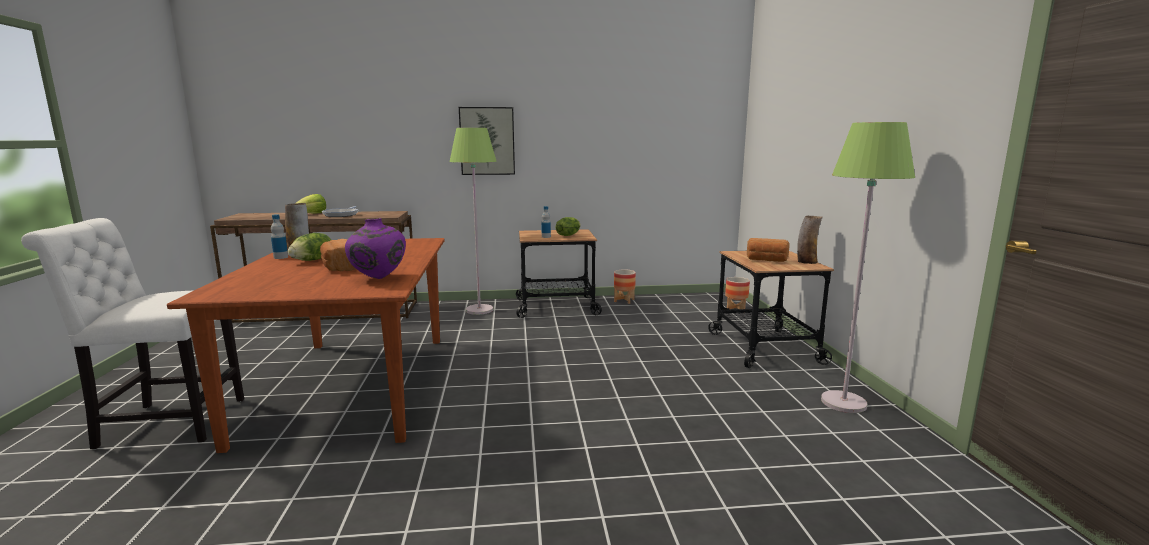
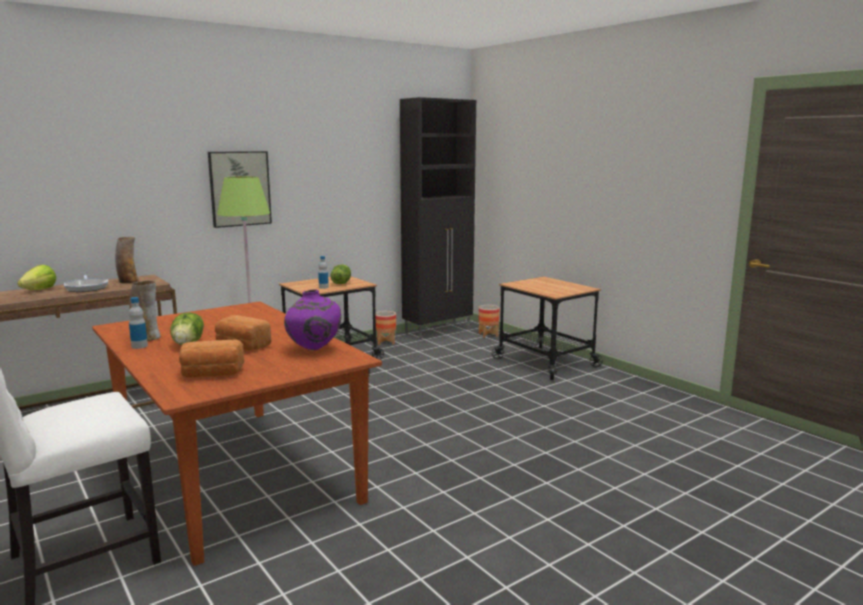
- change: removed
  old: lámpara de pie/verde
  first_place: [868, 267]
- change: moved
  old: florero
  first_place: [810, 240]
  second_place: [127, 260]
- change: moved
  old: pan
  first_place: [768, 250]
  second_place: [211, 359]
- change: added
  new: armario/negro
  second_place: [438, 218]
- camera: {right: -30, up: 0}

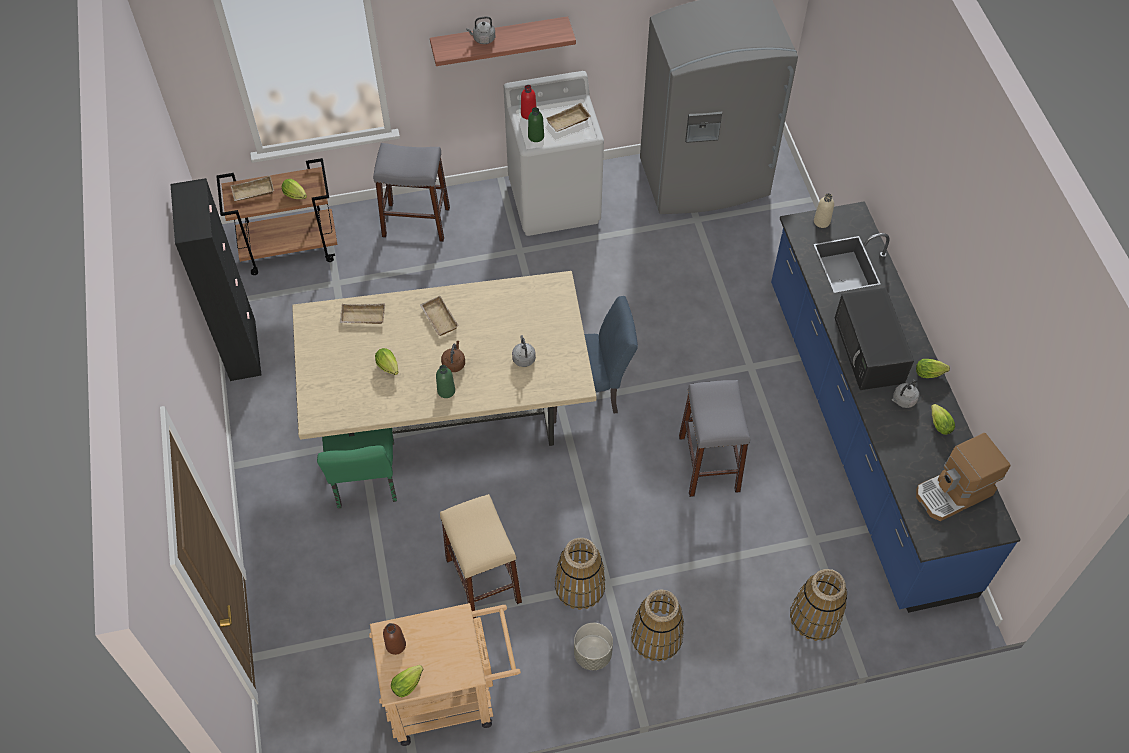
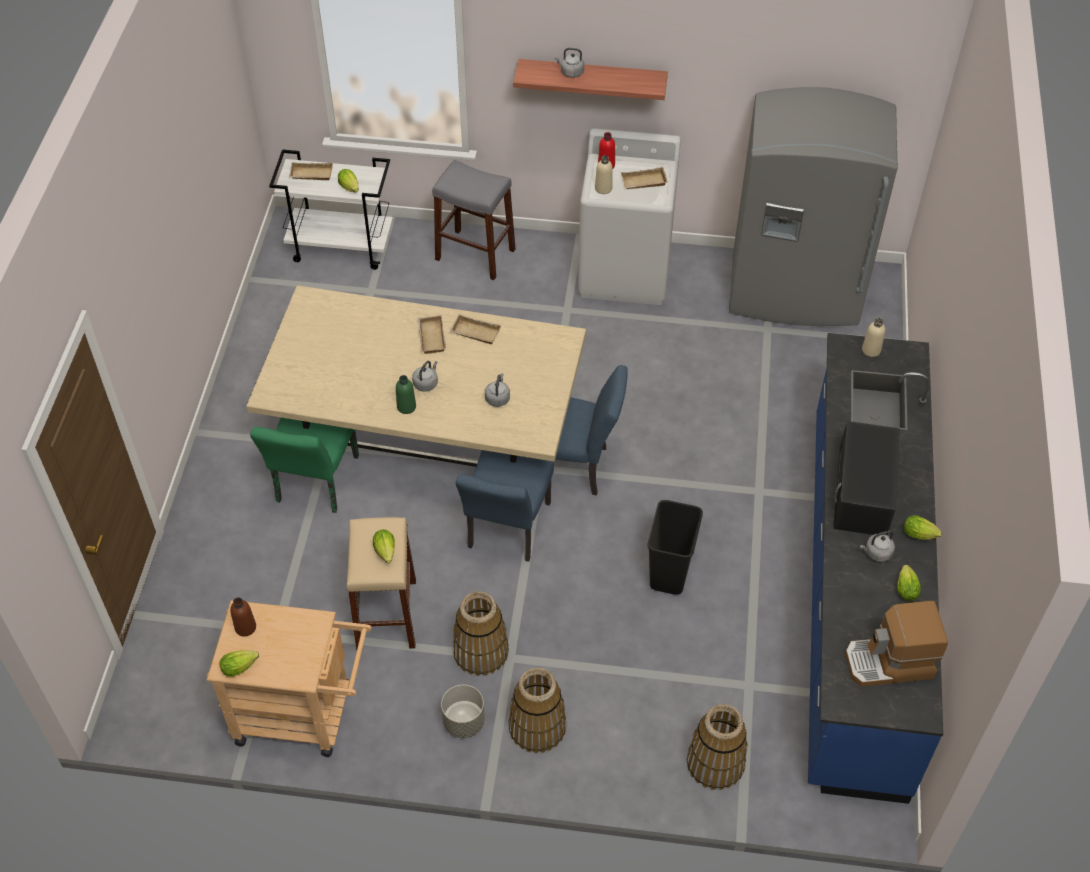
- change: recoloured
  old: botella/verde
  new: botella/beis
  first_place: [536, 124]
  second_place: [604, 174]
- change: recoloured
  old: carrito/marrón
  new: carrito/blanco
  first_place: [277, 216]
  second_place: [331, 209]
- change: removed
  old: armario/negro
  first_place: [216, 279]
- change: moved
  old: bandeja/beis
  first_place: [362, 313]
  second_place: [476, 329]
- change: recoloured
  old: hervidor/marrón
  new: hervidor/gris
  first_place: [453, 356]
  second_place: [425, 376]
- change: moved
  old: lechuga
  first_place: [387, 361]
  second_place: [384, 546]
- change: replaced
  old: taburete/gris
  new: papelera/negro
  first_place: [714, 438]
  second_place: [675, 547]
- change: added
  new: silla/azul
  second_place: [505, 506]
- camera: {right: 20, up: -5}

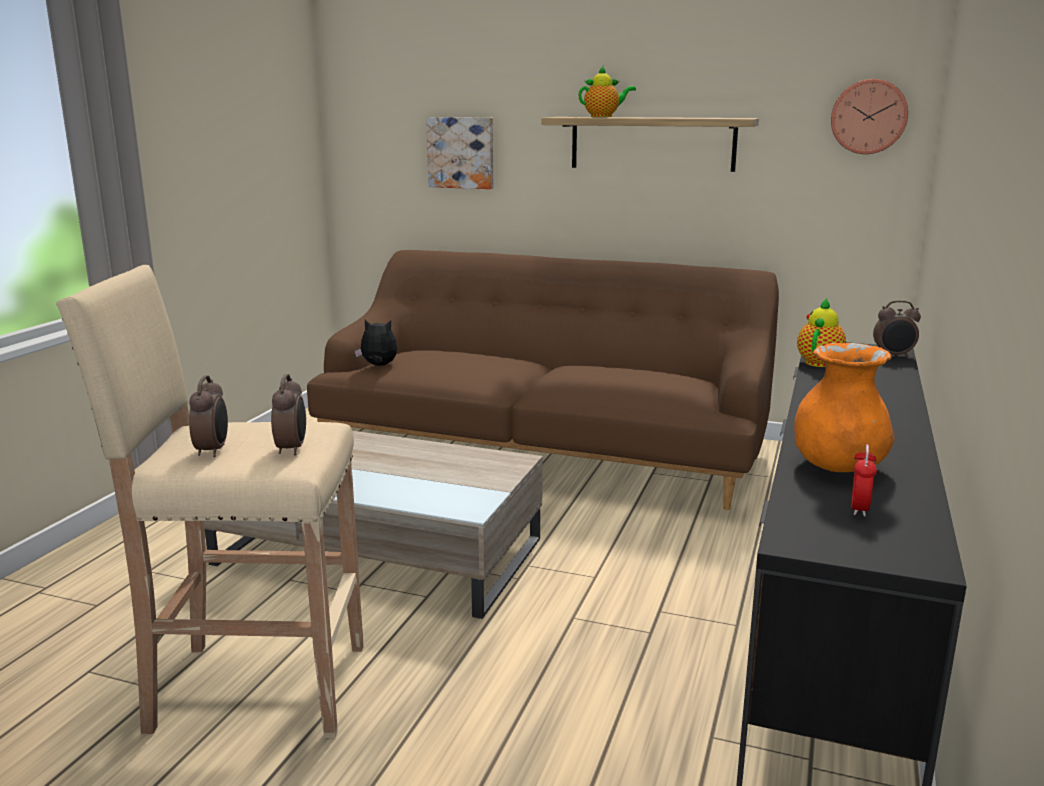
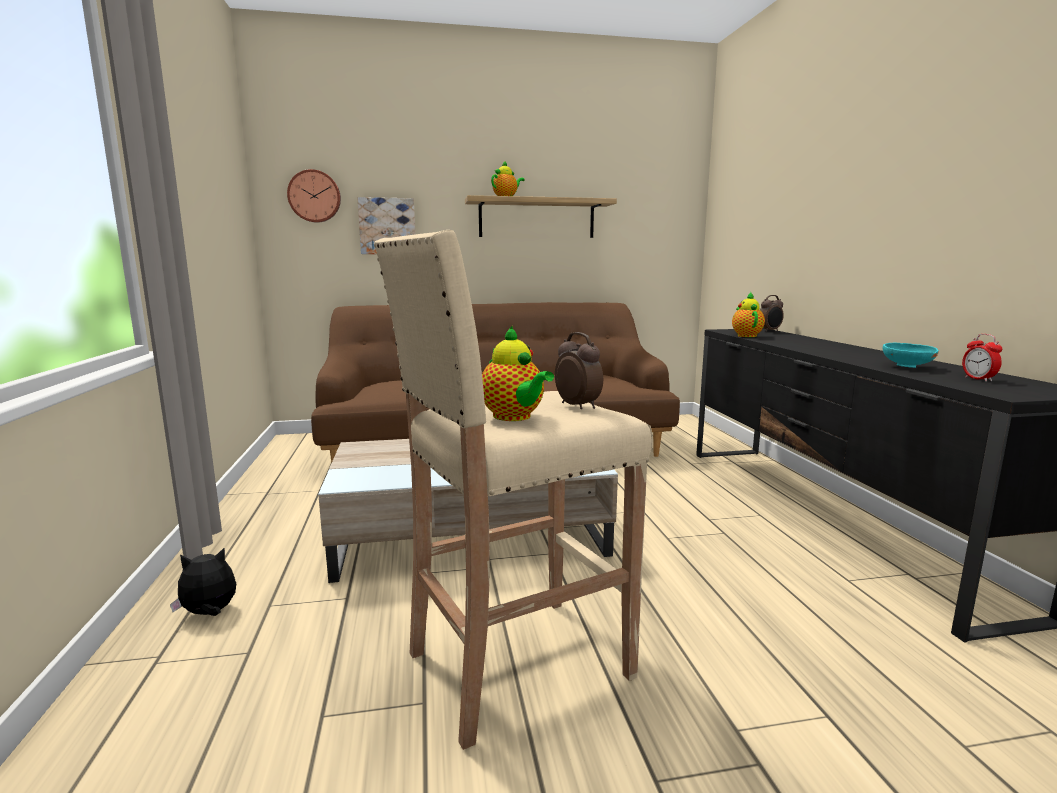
- change: moved
  old: reloj de pared
  first_place: [869, 116]
  second_place: [314, 196]
- change: moved
  old: peluche
  first_place: [376, 342]
  second_place: [203, 582]
- change: replaced
  old: florero/naranja
  new: cuenco/turquesa
  first_place: [844, 407]
  second_place: [910, 355]
- change: replaced
  old: despertador
  new: tetera
  first_place: [208, 416]
  second_place: [518, 373]
- camera: {right: -30, up: -5}

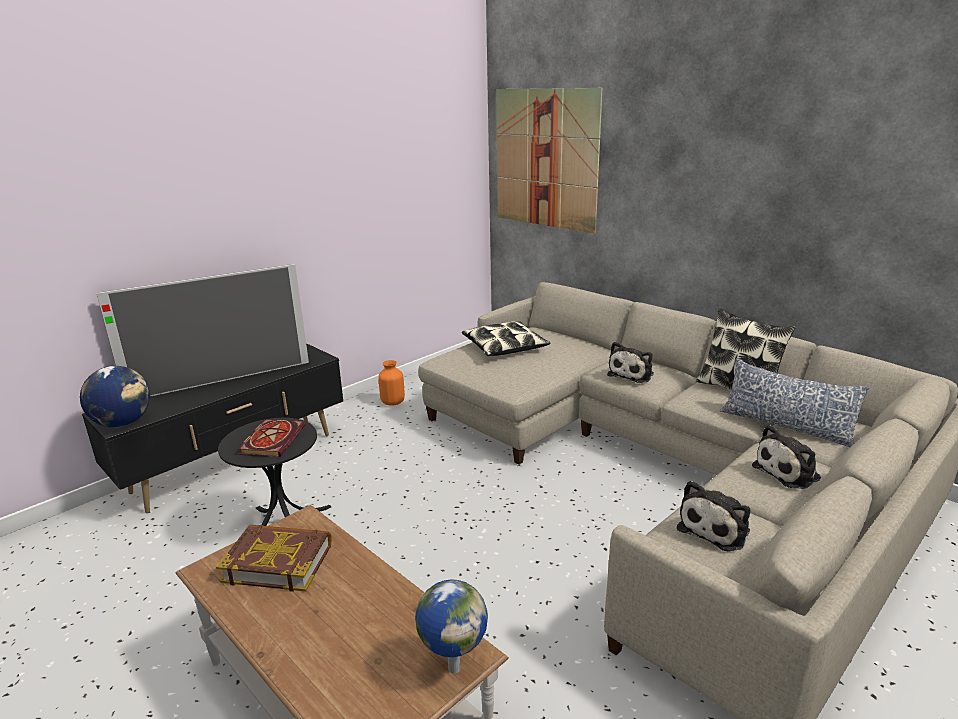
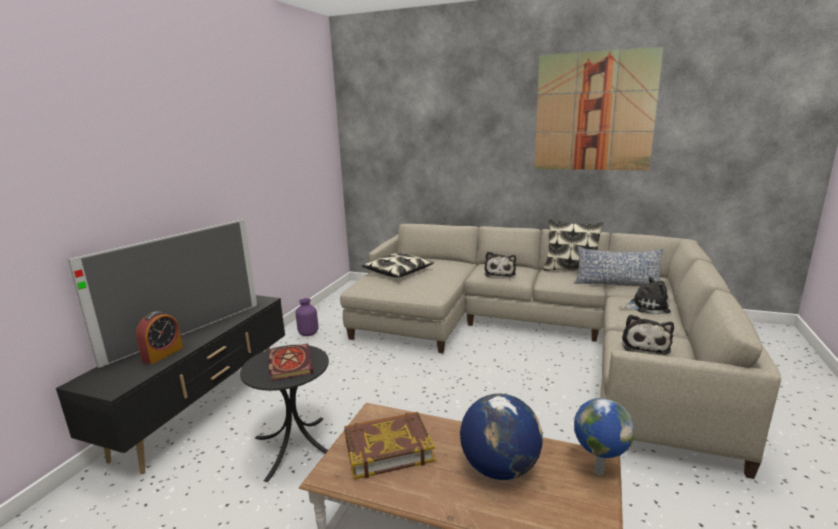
- change: moved
  old: cuadro
  first_place: [549, 161]
  second_place: [599, 108]
- change: recoloured
  old: florero/naranja
  new: florero/morado
  first_place: [391, 383]
  second_place: [307, 317]
- change: moved
  old: globo terráqueo
  first_place: [115, 396]
  second_place: [501, 437]
- change: turned
  old: peluche
  first_place: [786, 457]
  second_place: [645, 295]
  degrees: -120
- change: added
  new: despertador
  second_place: [159, 337]
- camera: {right: -25, up: -5}

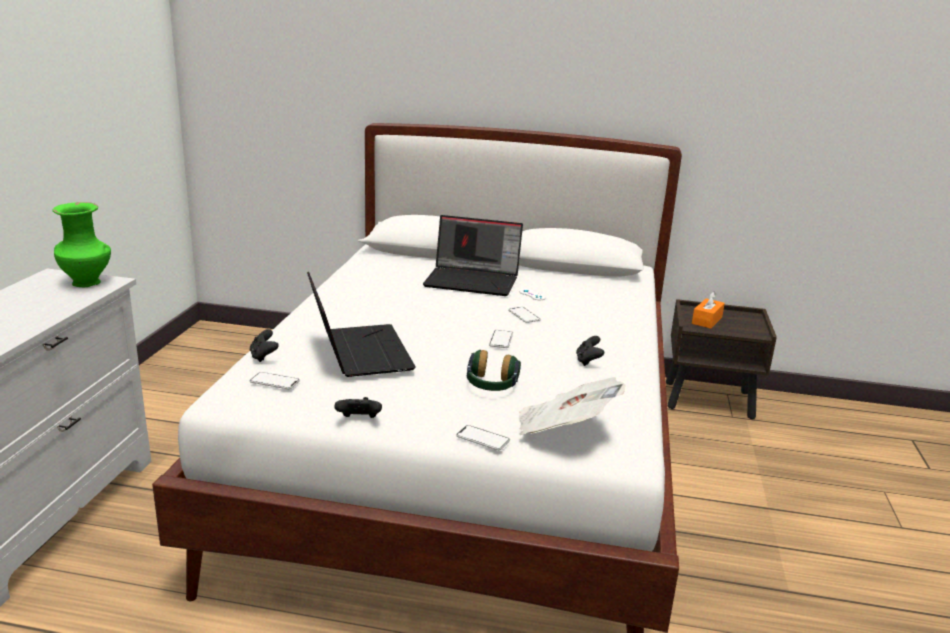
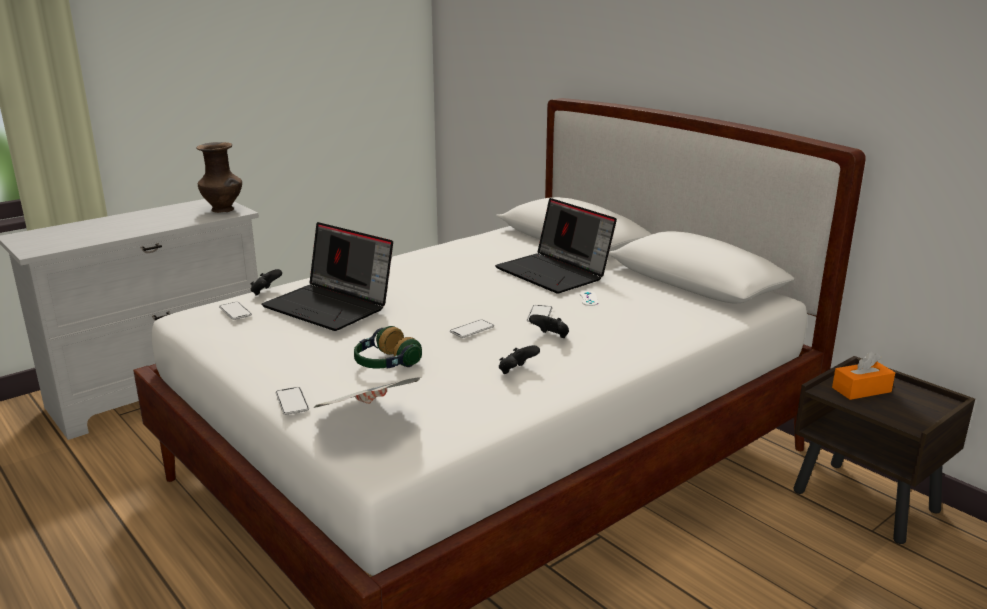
- change: recoloured
  old: florero/verde
  new: florero/marrón
  first_place: [81, 244]
  second_place: [219, 177]
- change: turned
  old: portátil
  first_place: [361, 324]
  second_place: [327, 276]
  degrees: 105
- change: moved
  old: mando de consola/negro
  first_place: [358, 407]
  second_place: [549, 326]
- camera: {right: 40, up: 0}

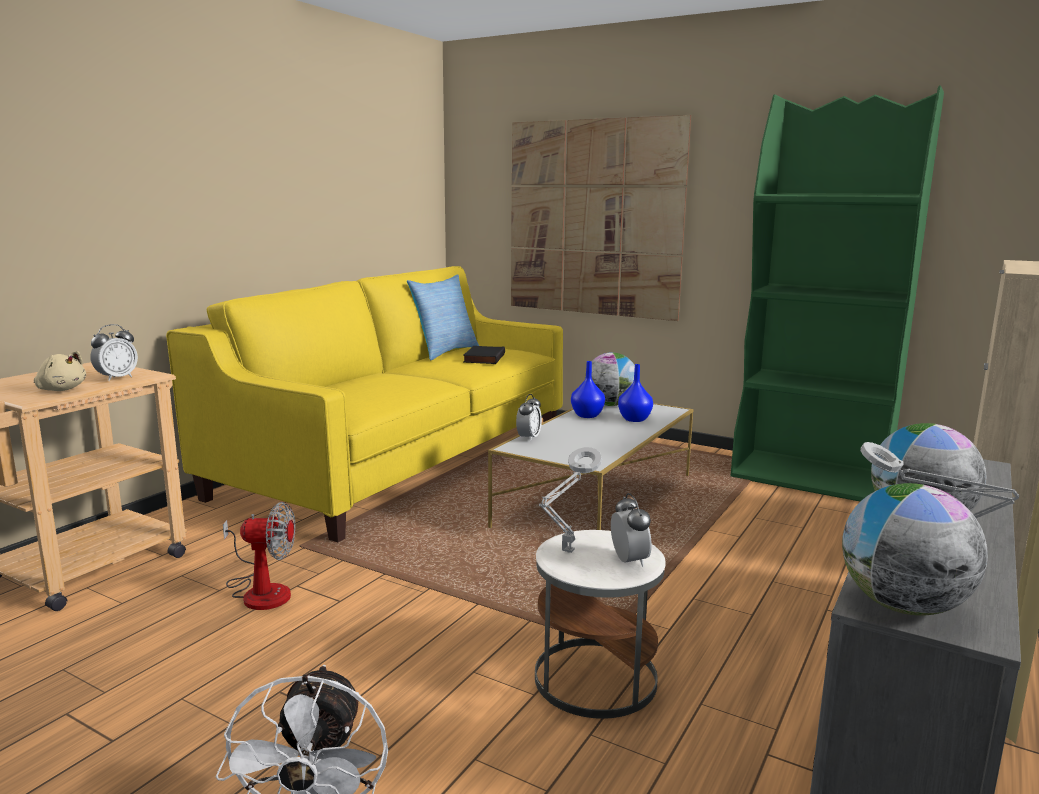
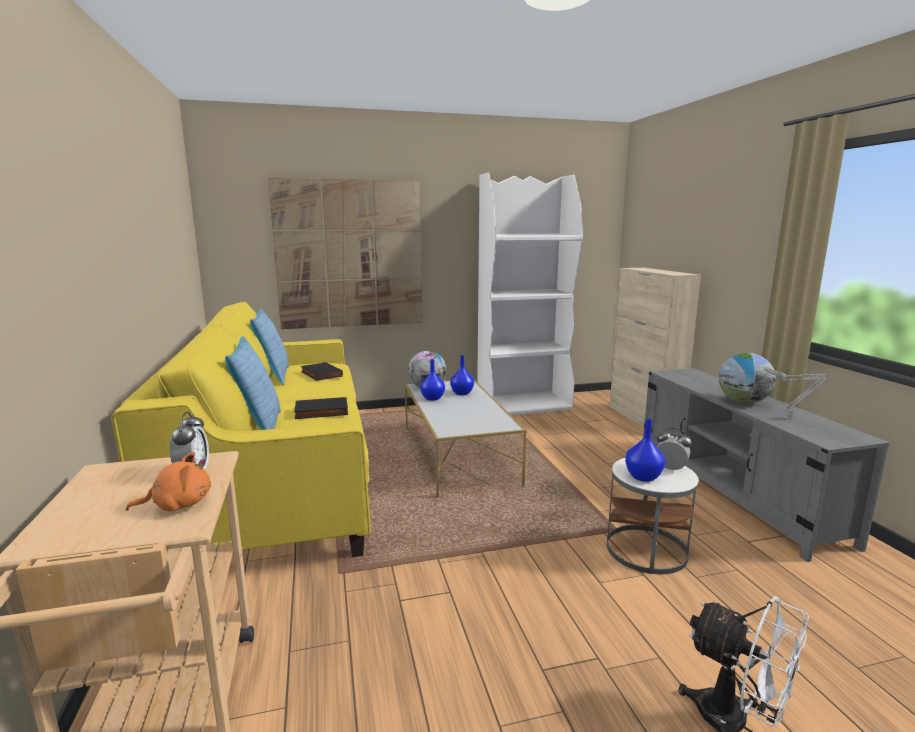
- change: recoloured
  old: estantería/verde
  new: estantería/blanco
  first_place: [837, 293]
  second_place: [530, 293]
- change: recoloured
  old: peluche/beis
  new: peluche/naranja
  first_place: [60, 371]
  second_place: [168, 482]
- change: removed
  old: despertador
  first_place: [529, 417]
- change: replaced
  old: lámpara de mesa/gris
  new: florero/azul
  first_place: [570, 500]
  second_place: [645, 450]
- change: removed
  old: globo terráqueo
  first_place: [915, 549]
- change: removed
  old: ventilador
  first_place: [259, 556]
- change: added
  new: cojín
  second_place: [253, 383]
- change: added
  new: libro/negro
  second_place: [321, 408]
- camera: {right: -45, up: 0}

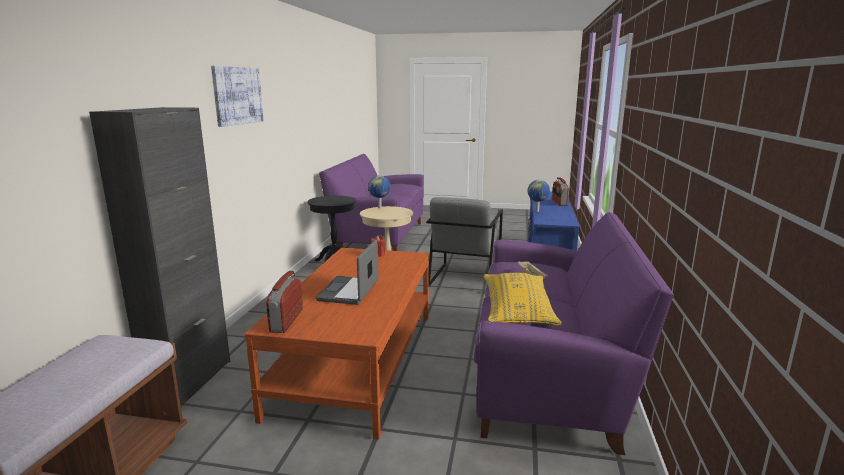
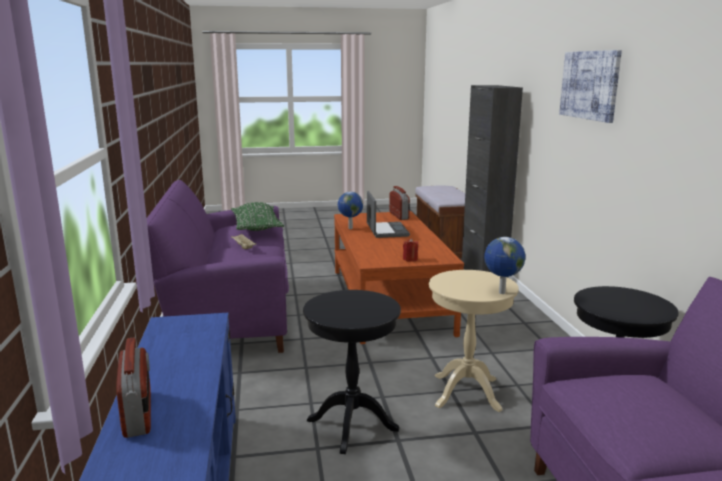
- change: moved
  old: globo terráqueo
  first_place: [539, 196]
  second_place: [350, 210]
- change: replaced
  old: sillón/gris
  new: mesa auxiliar/negro
  first_place: [464, 242]
  second_place: [352, 372]
- change: recoloured
  old: cojín/amarillo
  new: cojín/verde
  first_place: [522, 299]
  second_place: [257, 216]
- camera: {right: 160, up: 0}

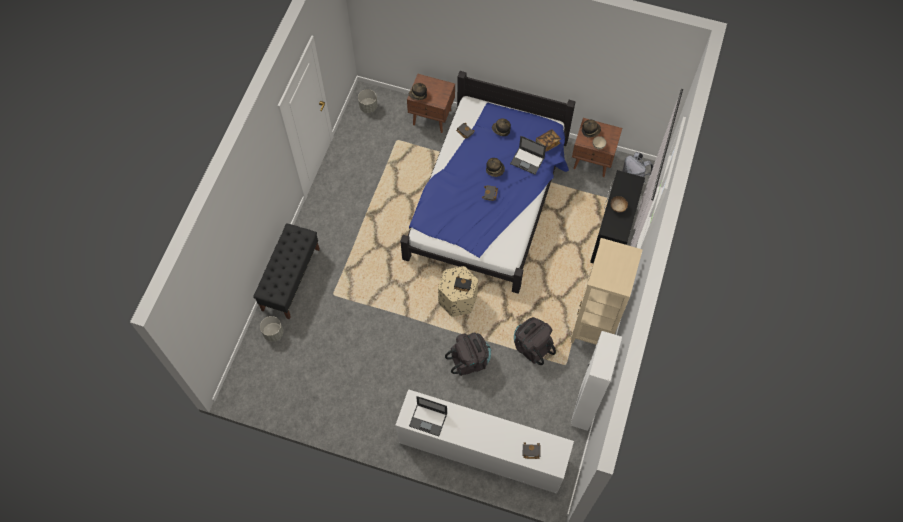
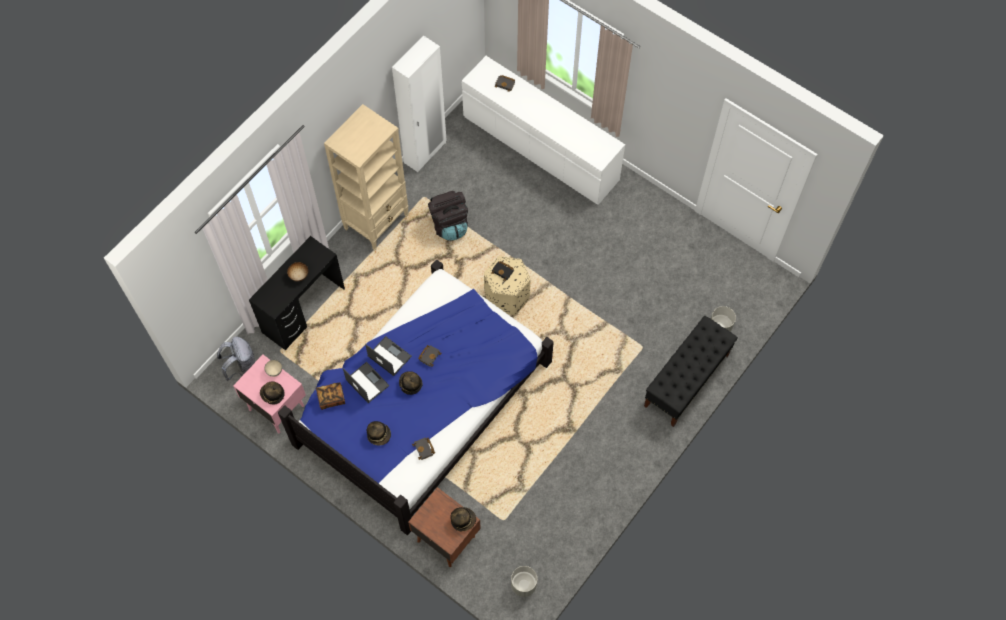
- change: recoloured
  old: mesita de noche/marrón
  new: mesita de noche/rosa
  first_place: [597, 147]
  second_place: [269, 394]
- change: removed
  old: mochila/negro
  first_place: [468, 354]
- change: moved
  old: portátil
  first_place: [428, 416]
  second_place: [388, 356]
- camera: {right: -160, up: 0}

